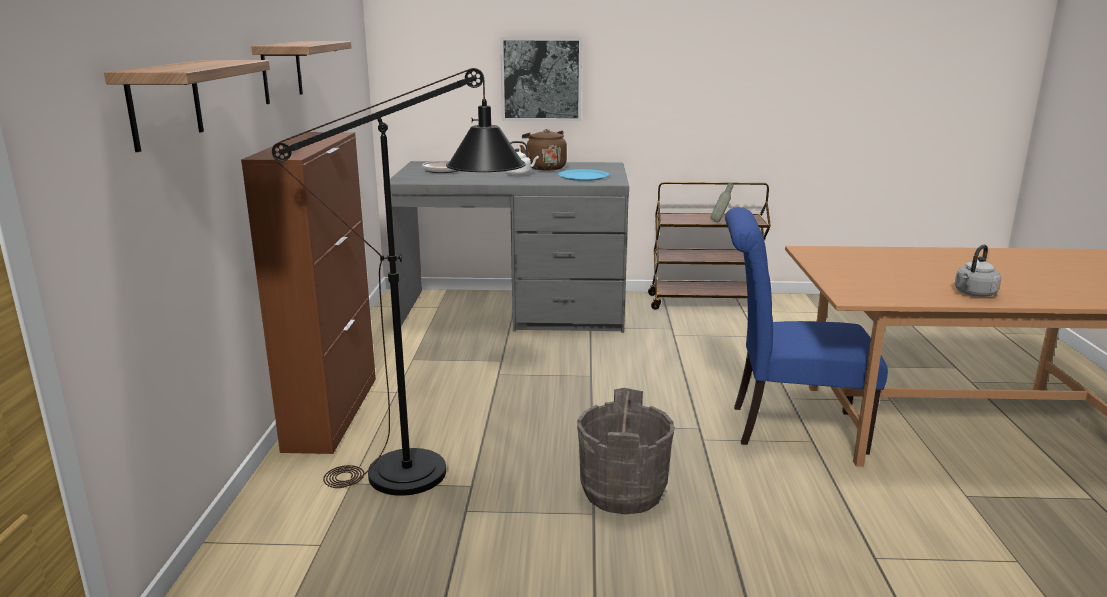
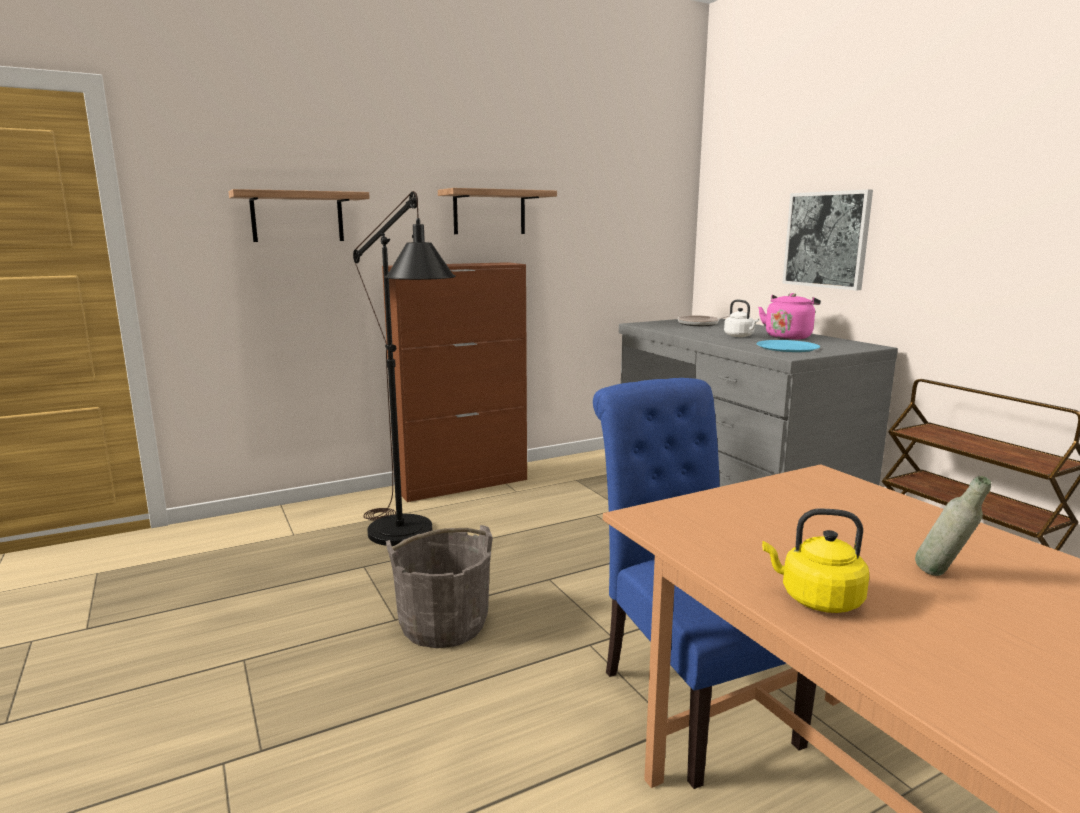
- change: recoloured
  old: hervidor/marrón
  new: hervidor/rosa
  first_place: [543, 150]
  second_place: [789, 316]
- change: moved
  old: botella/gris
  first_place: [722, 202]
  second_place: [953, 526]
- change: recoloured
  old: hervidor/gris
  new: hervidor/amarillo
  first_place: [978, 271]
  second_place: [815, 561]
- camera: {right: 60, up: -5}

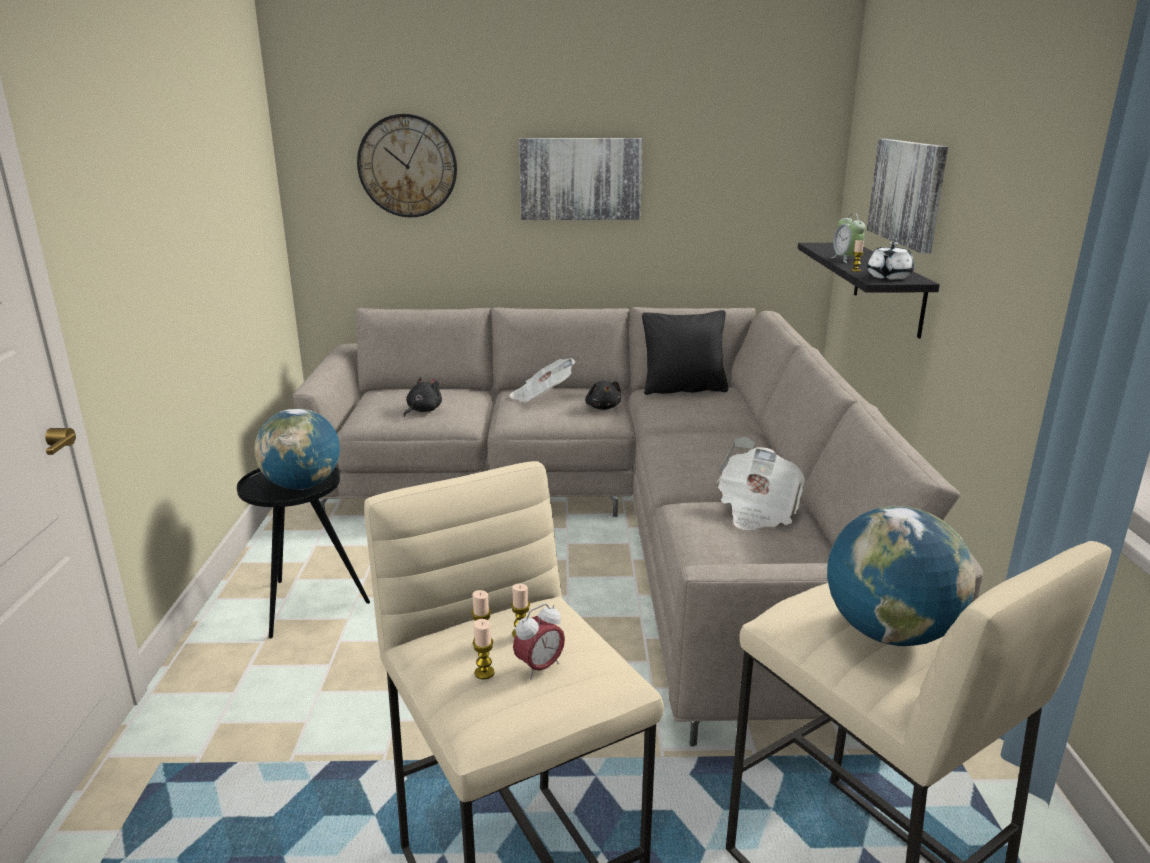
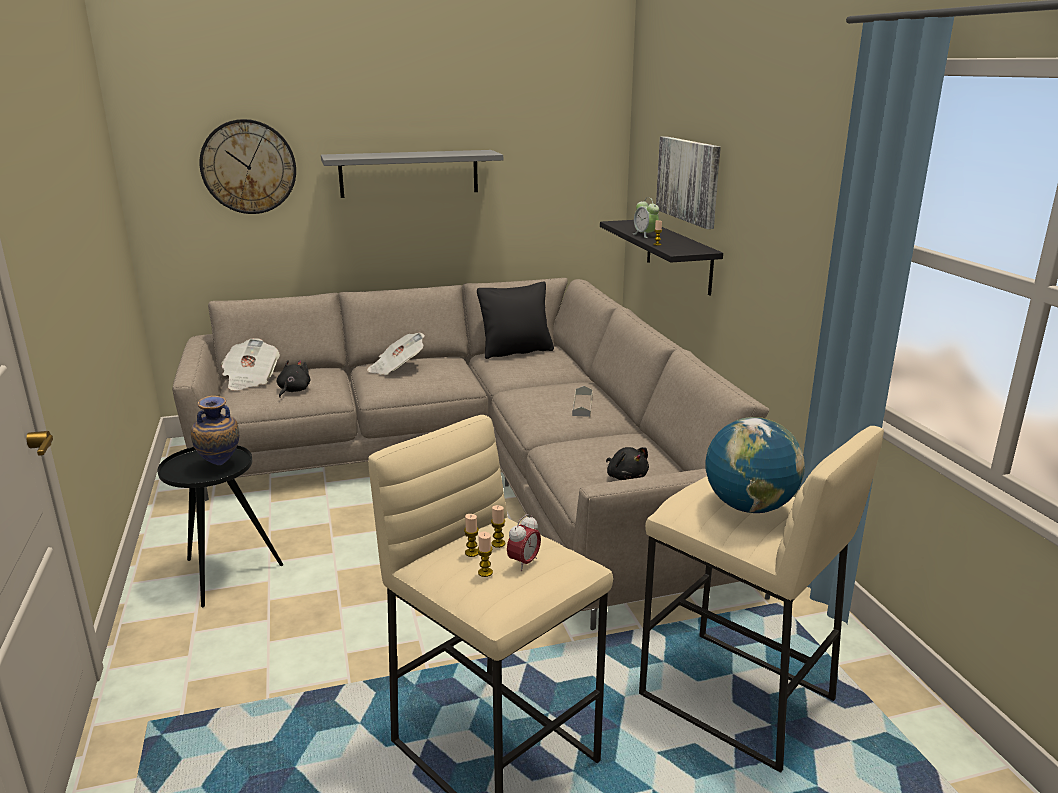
- change: replaced
  old: cuadro
  new: estante/gris
  first_place: [581, 179]
  second_place: [412, 174]
- change: removed
  old: tetera/blanco
  first_place: [890, 261]
- change: moved
  old: peluche/negro
  first_place: [603, 395]
  second_place: [627, 463]
- change: replaced
  old: globo terráqueo
  new: florero
  first_place: [297, 449]
  second_place: [215, 430]
- change: moved
  old: periódico
  first_place: [761, 488]
  second_place: [250, 364]
- camera: {right: -15, up: 0}

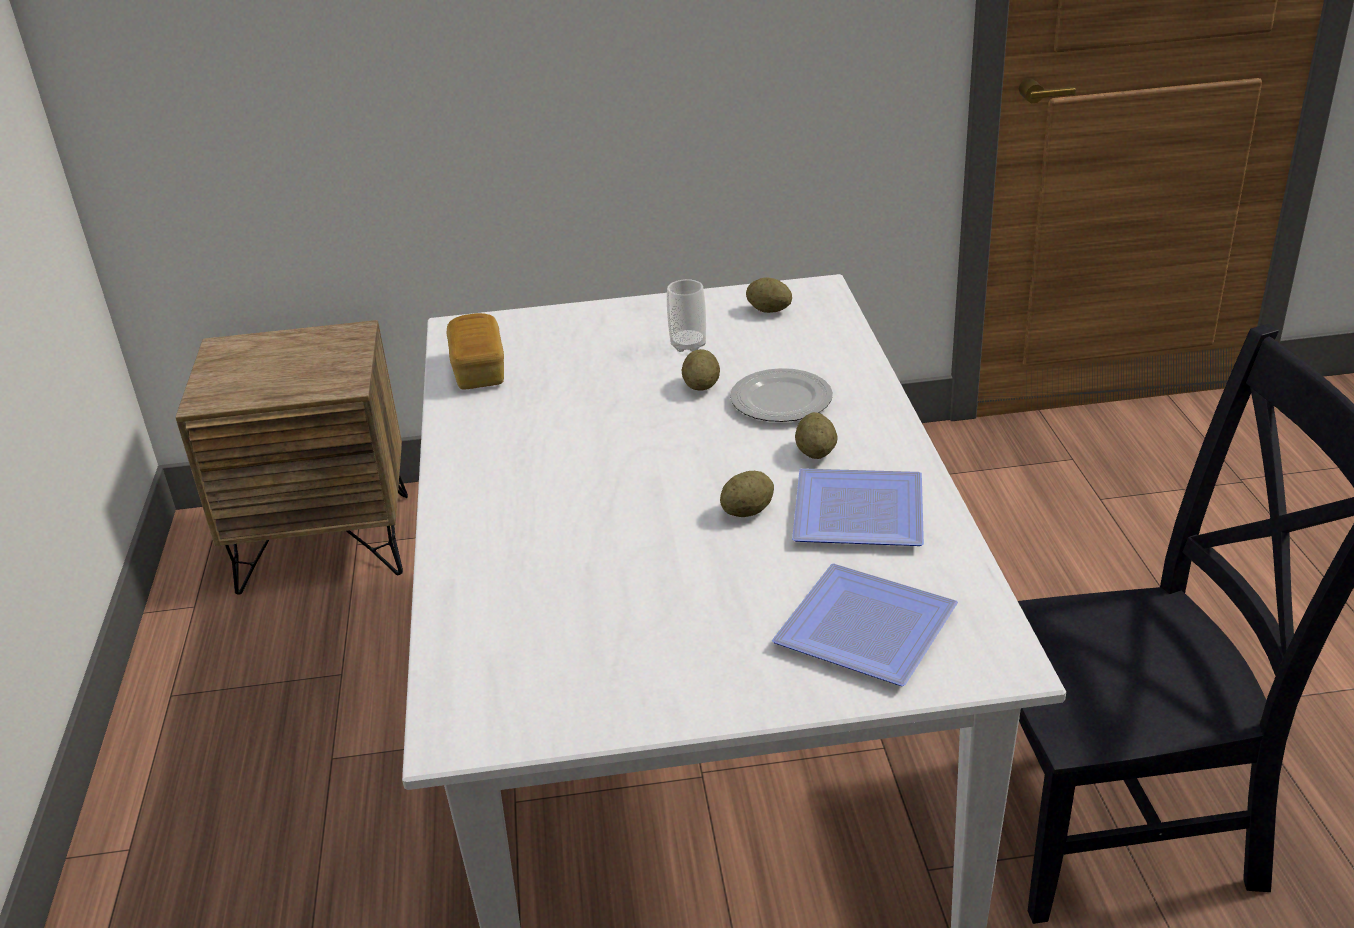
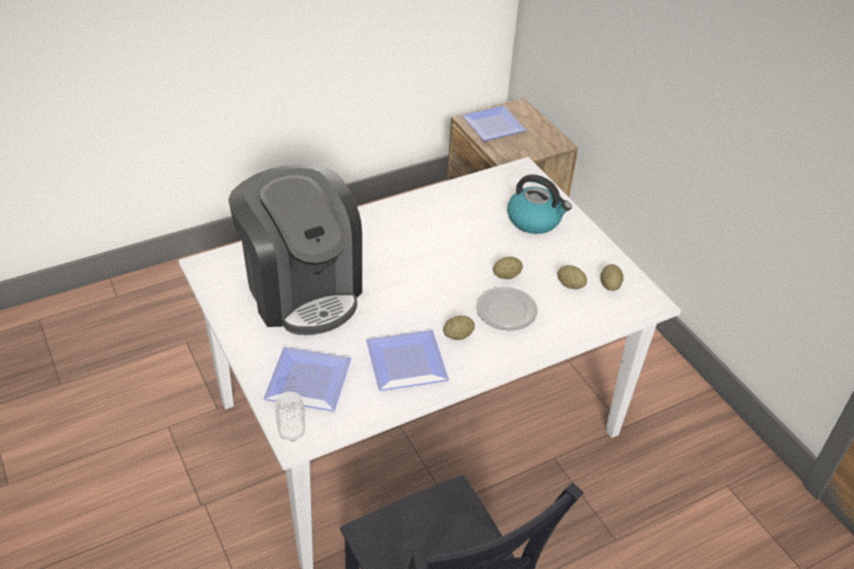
- change: moved
  old: taza
  first_place: [686, 315]
  second_place: [290, 417]
- change: removed
  old: pan
  first_place: [475, 351]
- change: moved
  old: patata
  first_place: [747, 494]
  second_place: [572, 277]
- change: added
  new: plato
  second_place: [494, 123]
- change: added
  new: cafetera
  second_place: [295, 249]
- change: added
  new: hervidor
  second_place: [539, 204]
- camera: {right: 65, up: 10}

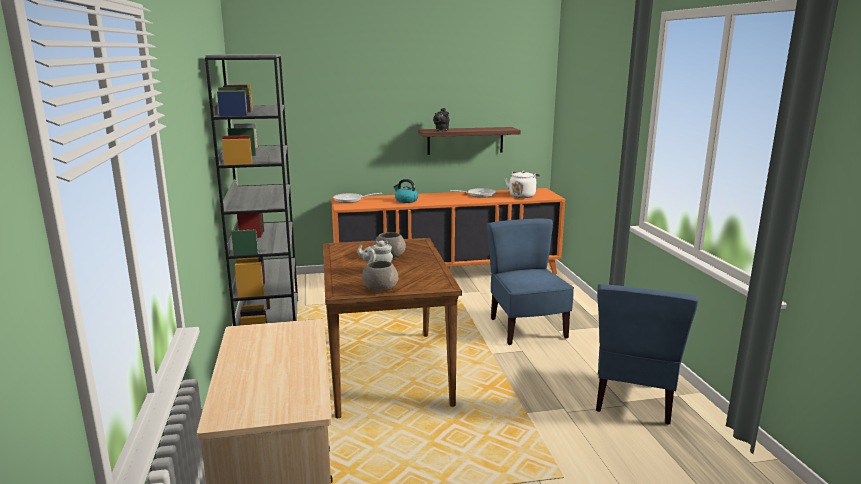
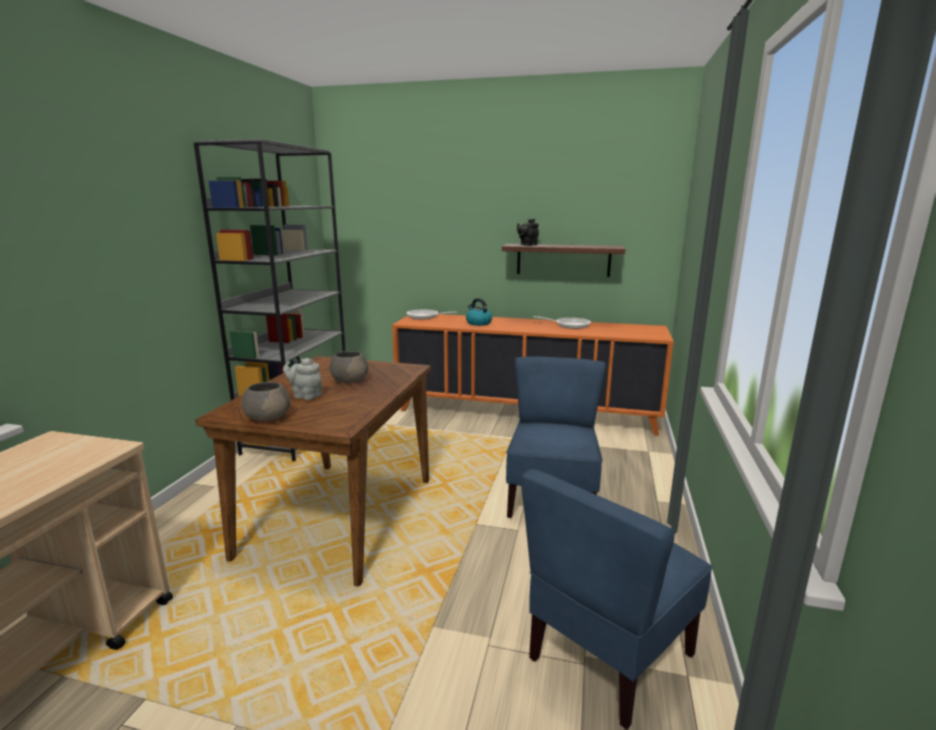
- change: removed
  old: hervidor/blanco
  first_place: [522, 184]
- camera: {right: 25, up: 0}

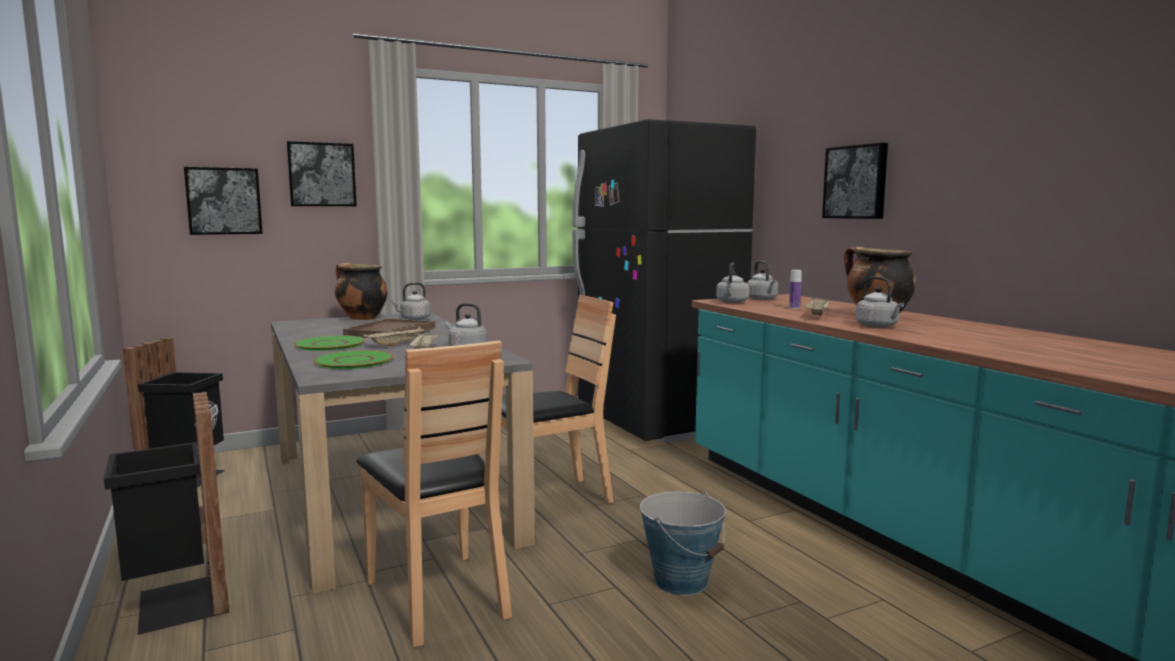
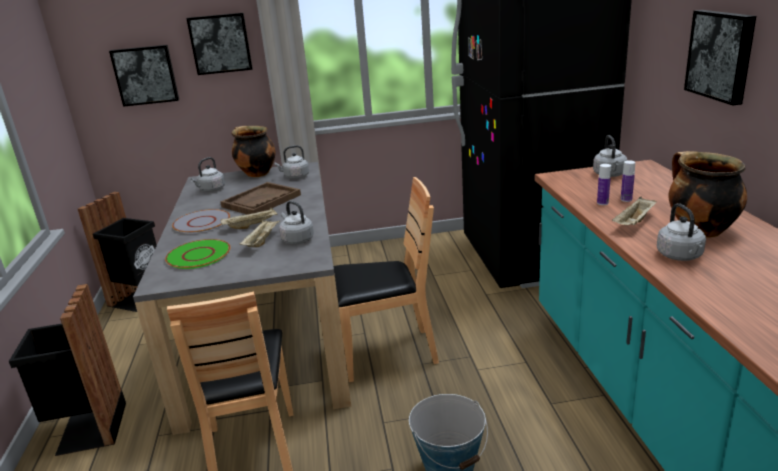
- change: moved
  old: hervidor/gris
  first_place: [732, 282]
  second_place: [208, 174]
- change: recoloured
  old: plato/verde
  new: plato/gris
  first_place: [329, 343]
  second_place: [201, 221]
- change: added
  new: botella
  second_place: [604, 184]
- camera: {right: 20, up: 15}

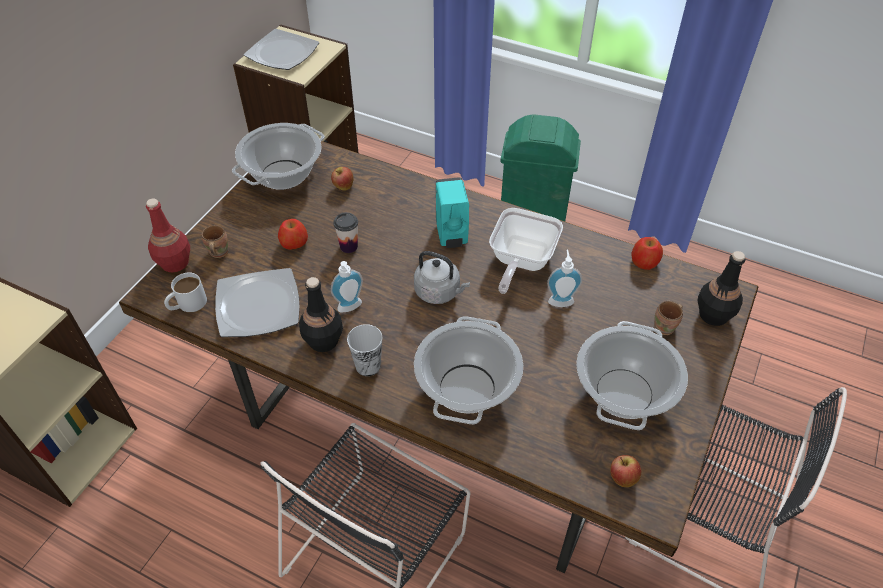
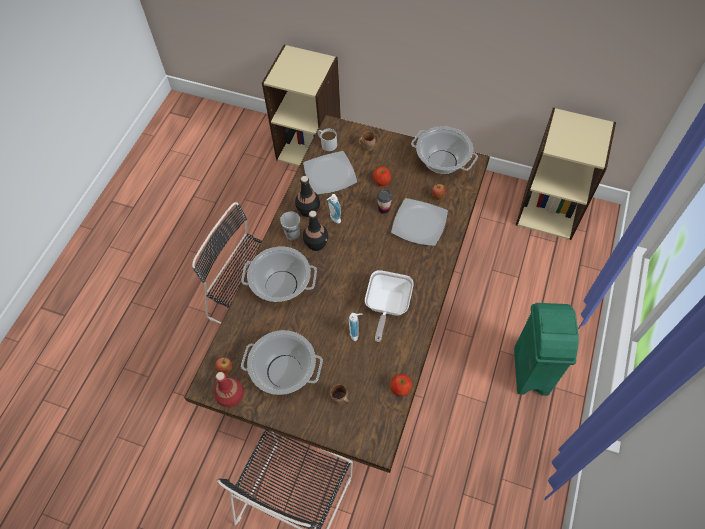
- change: moved
  old: plato
  first_place: [281, 49]
  second_place: [419, 222]
- change: removed
  old: dispensador de jabón/turquesa
  first_place: [452, 212]
- change: moved
  old: botella/rojo
  first_place: [168, 235]
  second_place: [229, 389]
- change: turned
  old: sartén
  first_place: [526, 251]
  second_place: [389, 306]
  degrees: -90
- change: removed
  old: hervidor/gris
  first_place: [442, 277]
- change: moved
  old: botella/negro
  first_place: [721, 288]
  second_place: [315, 231]
- camera: {right: 85, up: 10}

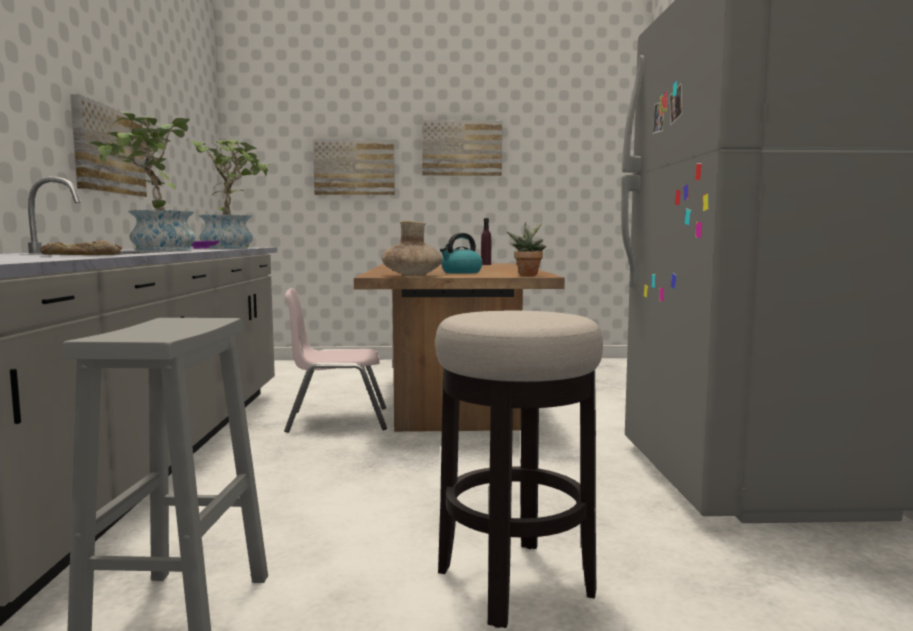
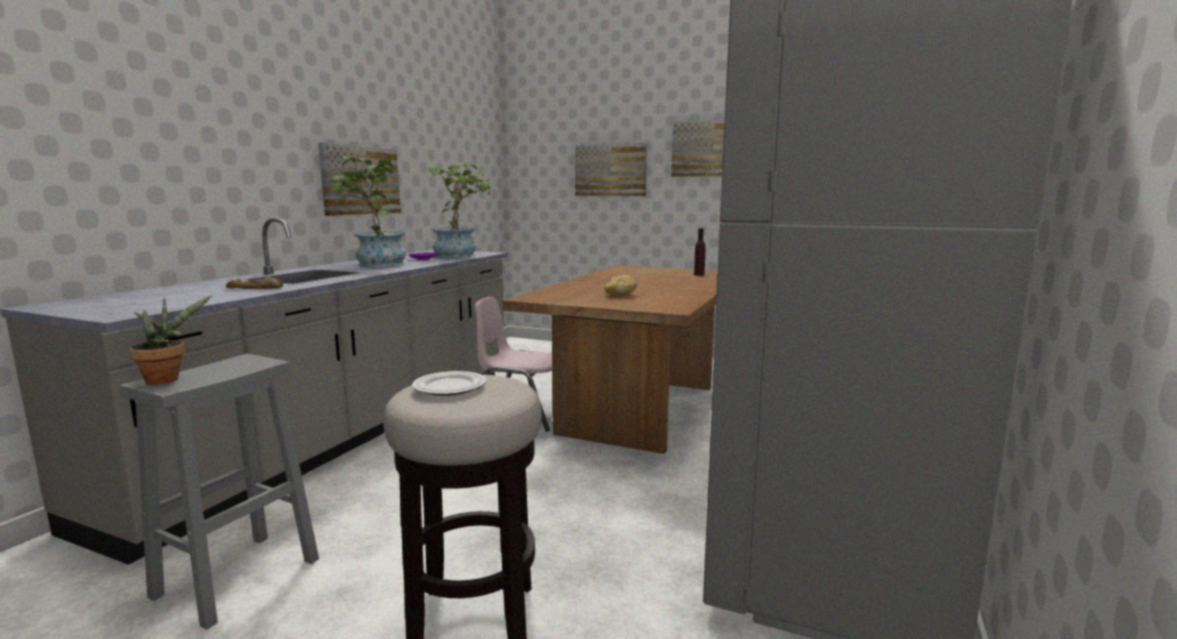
- change: removed
  old: florero/marrón
  first_place: [412, 248]
- change: moved
  old: planta en maceta
  first_place: [526, 249]
  second_place: [170, 340]
- change: replaced
  old: hervidor
  new: pan
  first_place: [461, 253]
  second_place: [620, 285]
- change: added
  new: plato
  second_place: [449, 383]
- camera: {right: 25, up: 5}

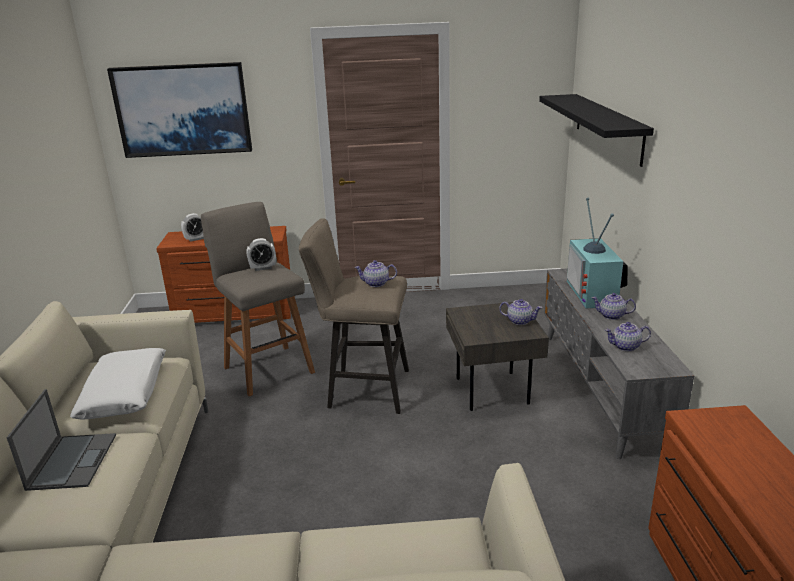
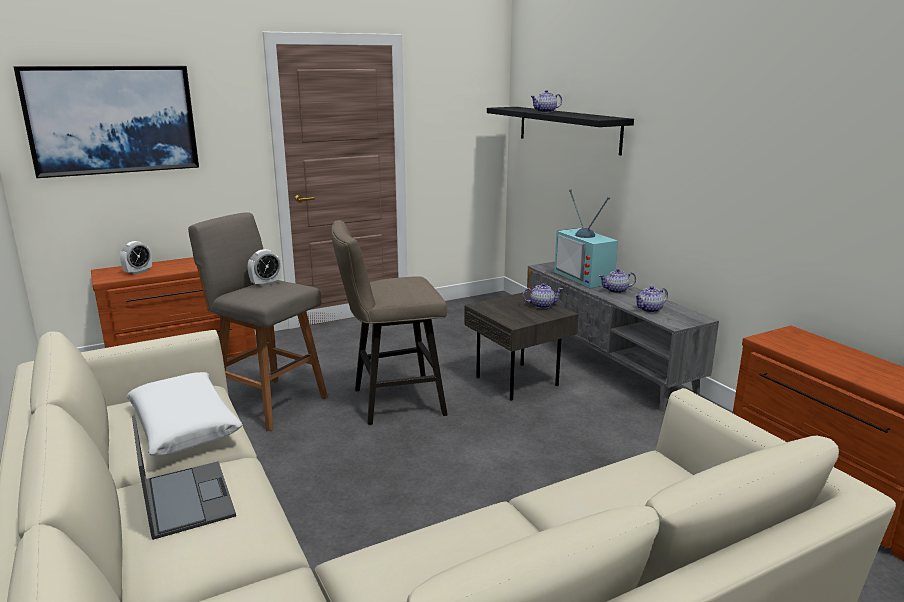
- change: moved
  old: tetera
  first_place: [375, 273]
  second_place: [546, 101]
- camera: {right: -25, up: -5}

